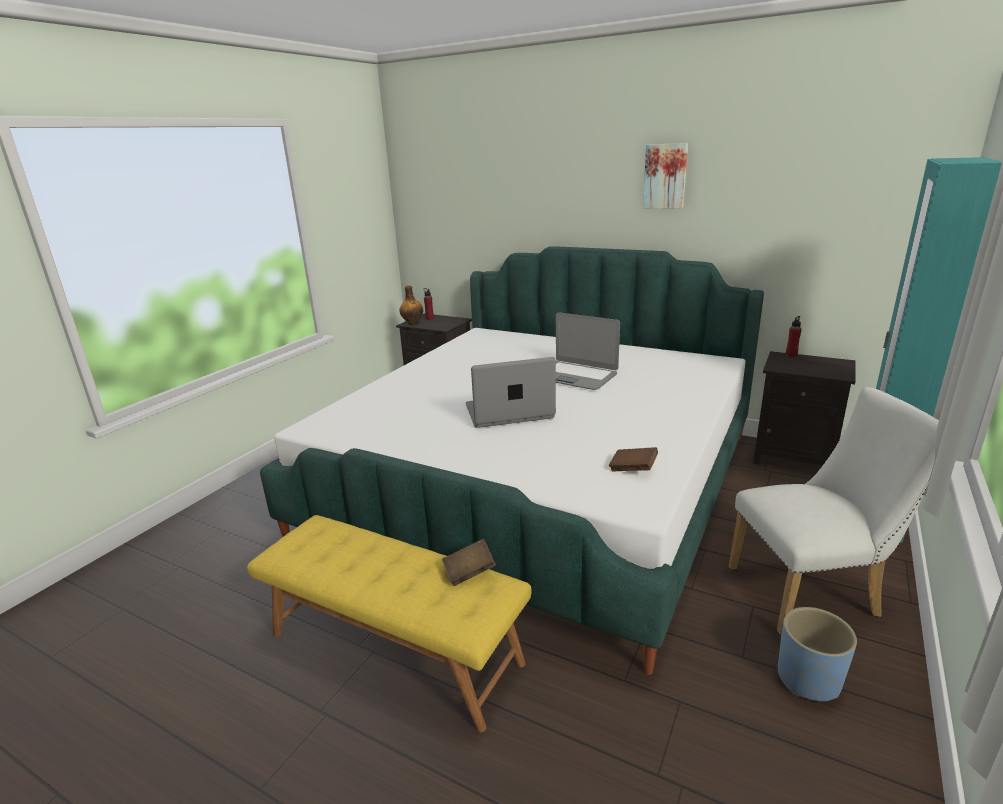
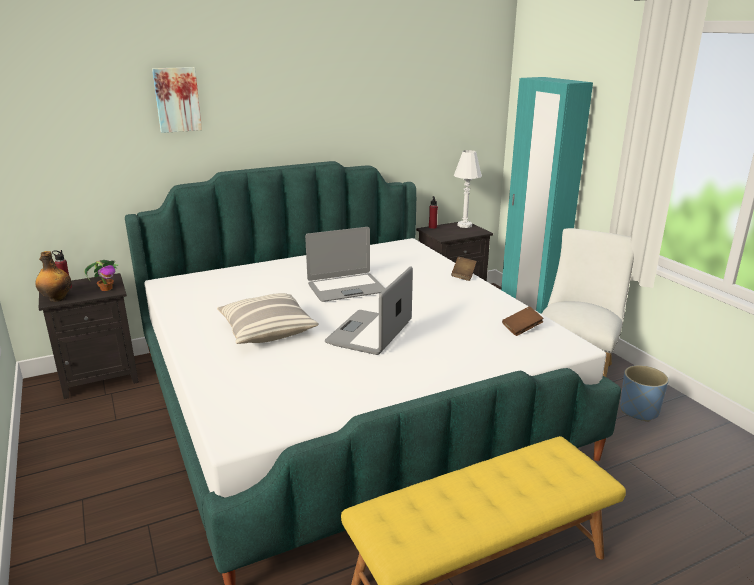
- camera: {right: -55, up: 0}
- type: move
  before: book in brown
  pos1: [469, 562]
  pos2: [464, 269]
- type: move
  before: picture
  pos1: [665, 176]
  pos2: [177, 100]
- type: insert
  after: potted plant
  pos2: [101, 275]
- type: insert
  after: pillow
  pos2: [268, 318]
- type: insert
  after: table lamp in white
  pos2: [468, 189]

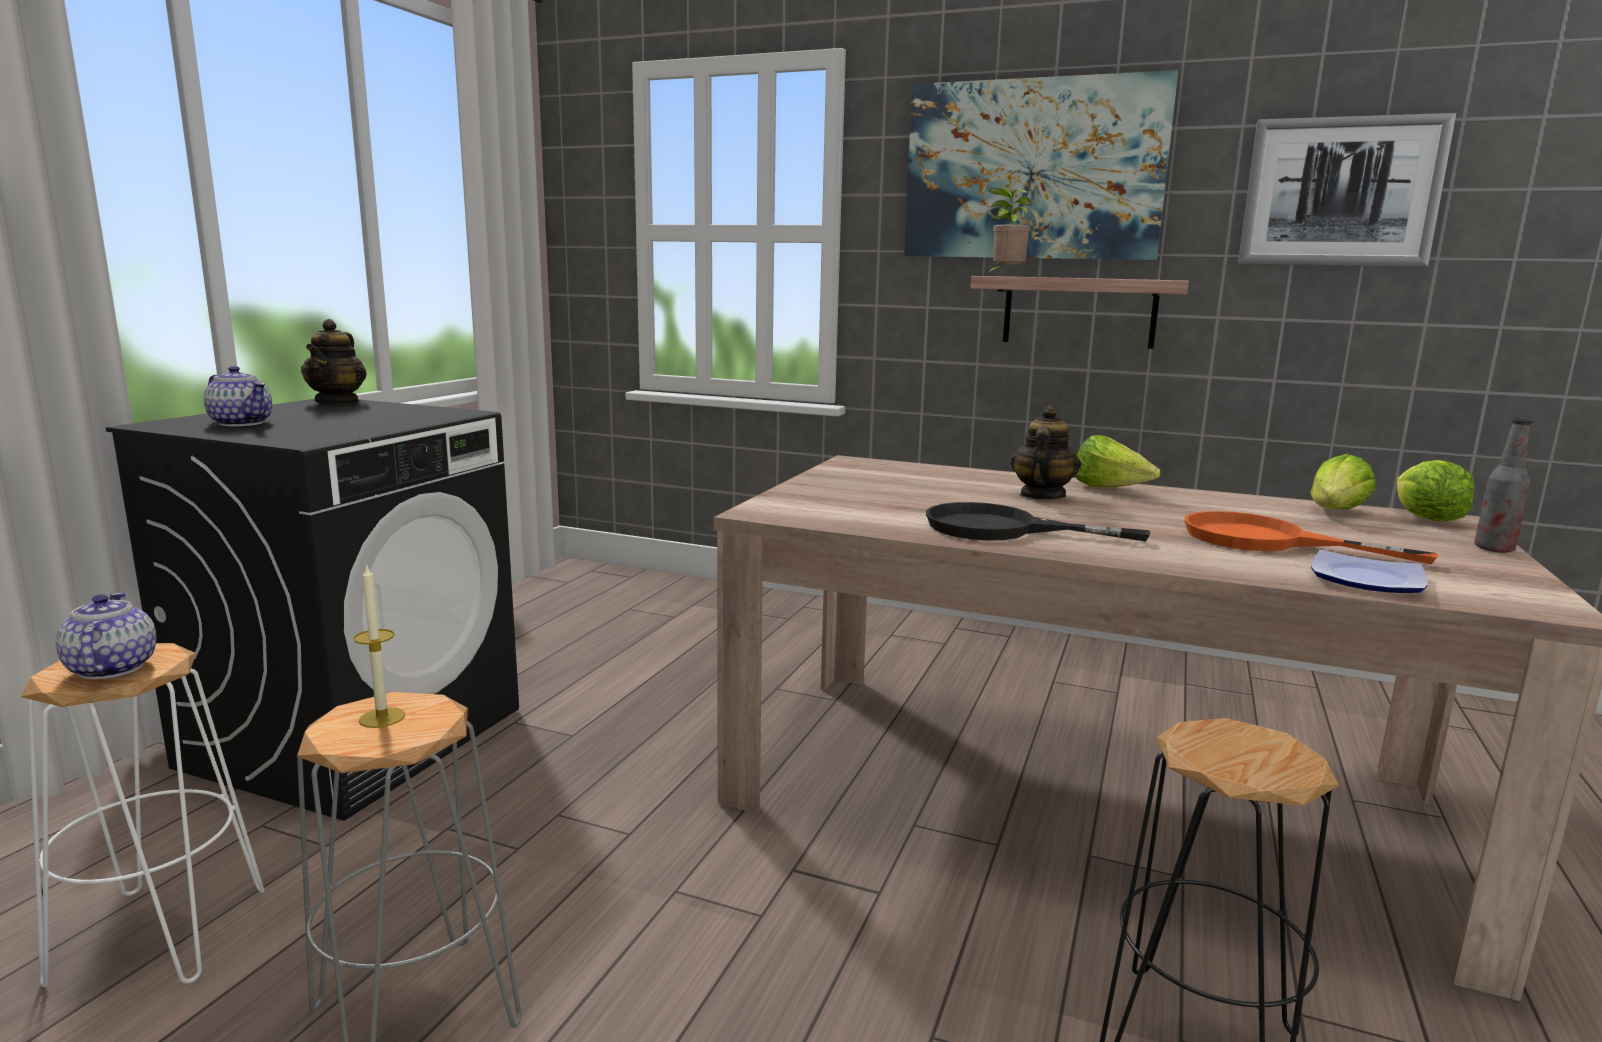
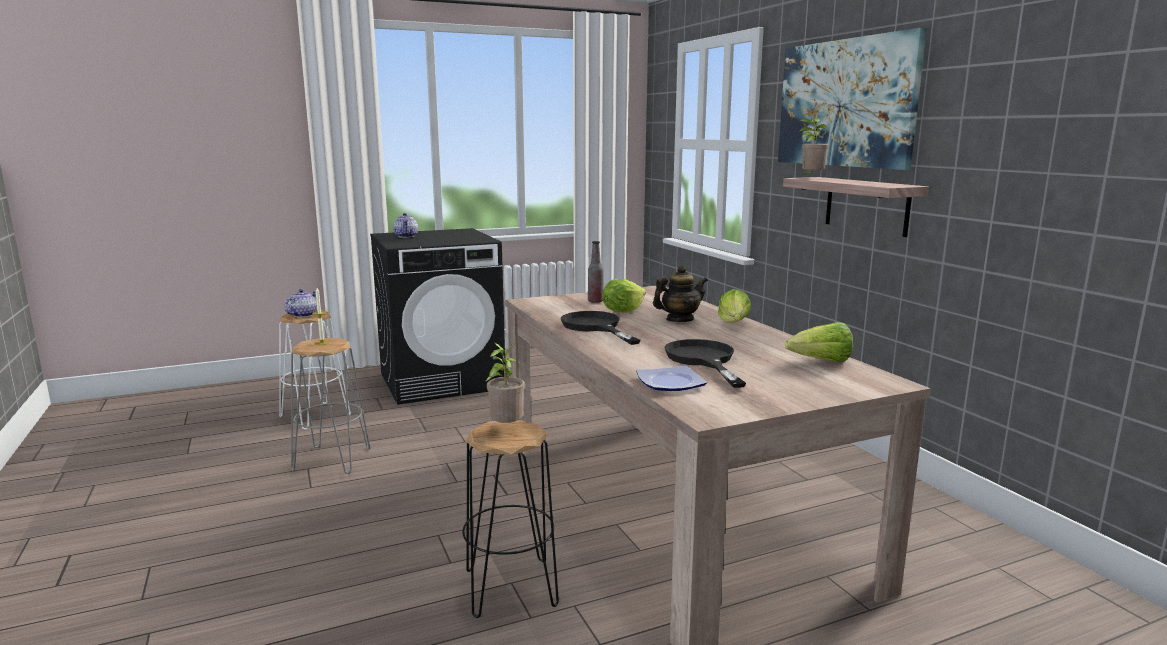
- camera: {right: 45, up: 0}
- type: delete
  before: teapot
  pos1: [334, 362]
- type: recolor
  before: frying pan in orange
  after: frying pan in black
  pos1: [1311, 537]
  pos2: [705, 363]
- type: delete
  before: picture
  pos1: [1347, 190]
- type: move
  before: lettuce
  pos1: [1435, 491]
  pos2: [624, 296]
- type: move
  before: bottle
  pos1: [1503, 485]
  pos2: [596, 272]
- type: insert
  after: potted plant
  pos2: [505, 382]

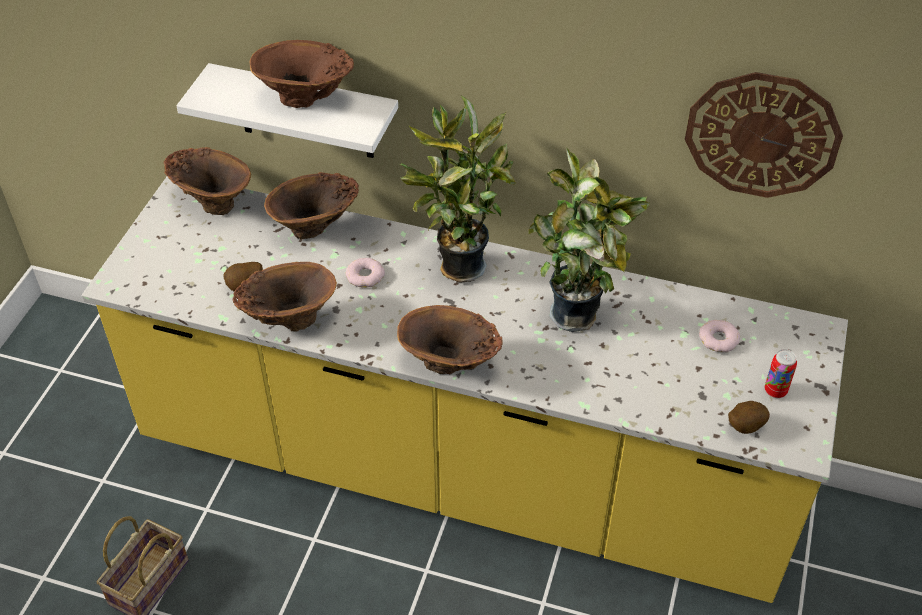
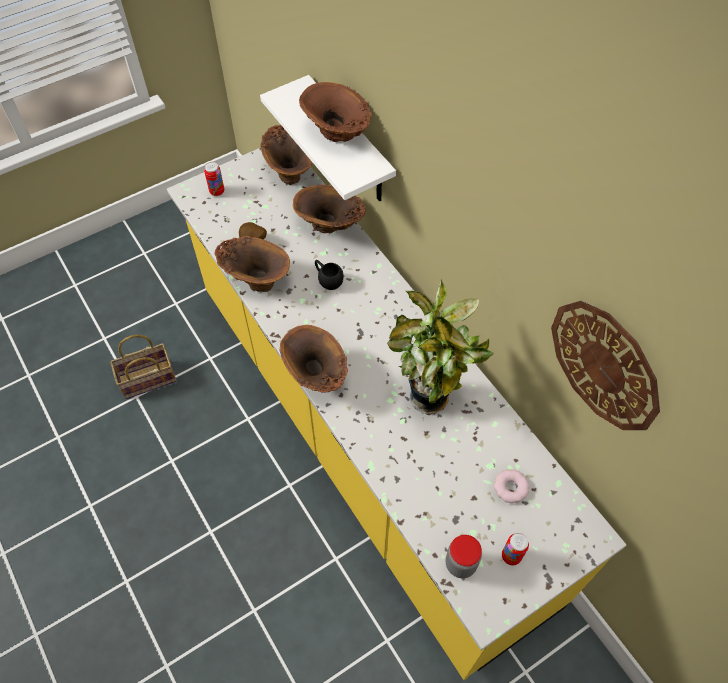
- camera: {right: 40, up: 10}
- type: replace
  before: donut
  after: mug in black
  pos1: [365, 273]
  pos2: [329, 275]
- type: delete
  before: potted plant
  pos1: [457, 189]
- type: replace
  before: potato
  after: jar
  pos1: [749, 417]
  pos2: [464, 556]
- type: insert
  after: can
  pos2: [214, 179]

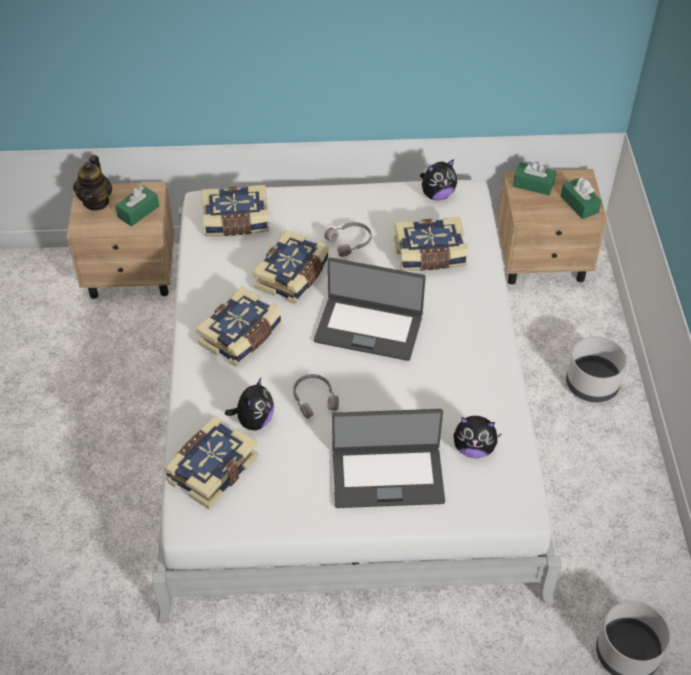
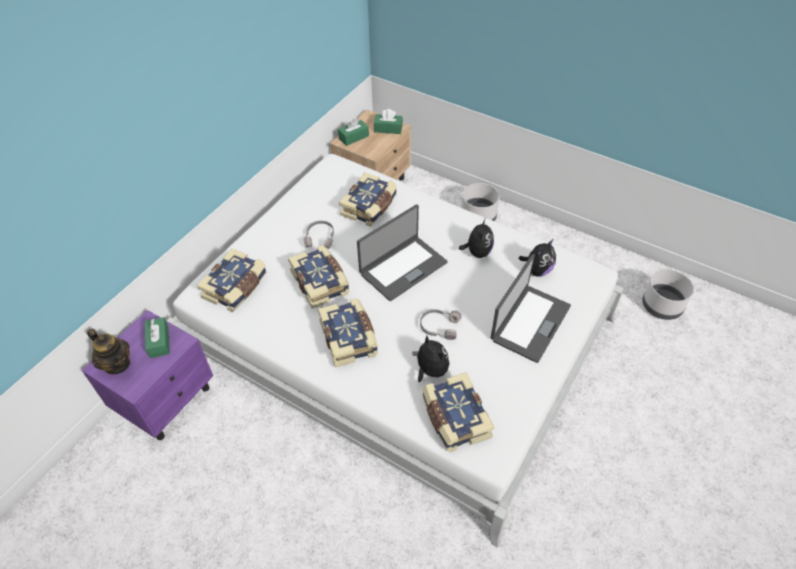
- camera: {right: -55, up: 0}
- type: recolor
  before: nightstand in beige
  after: nightstand in purple
  pos1: [120, 240]
  pos2: [147, 375]
- type: move
  before: plush toy
  pos1: [438, 179]
  pos2: [476, 238]

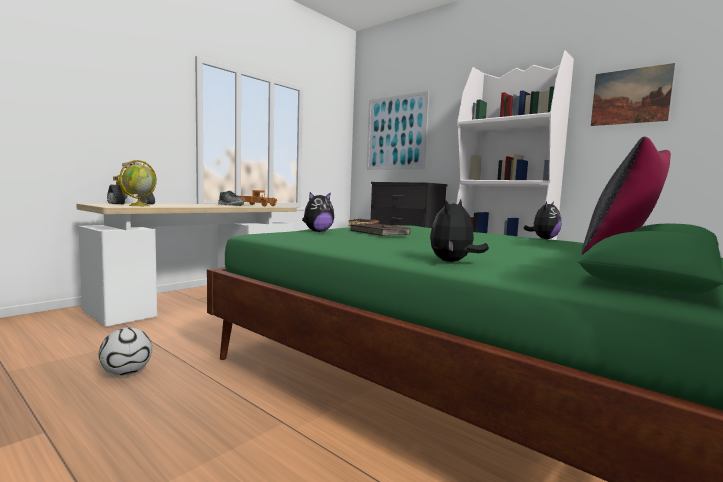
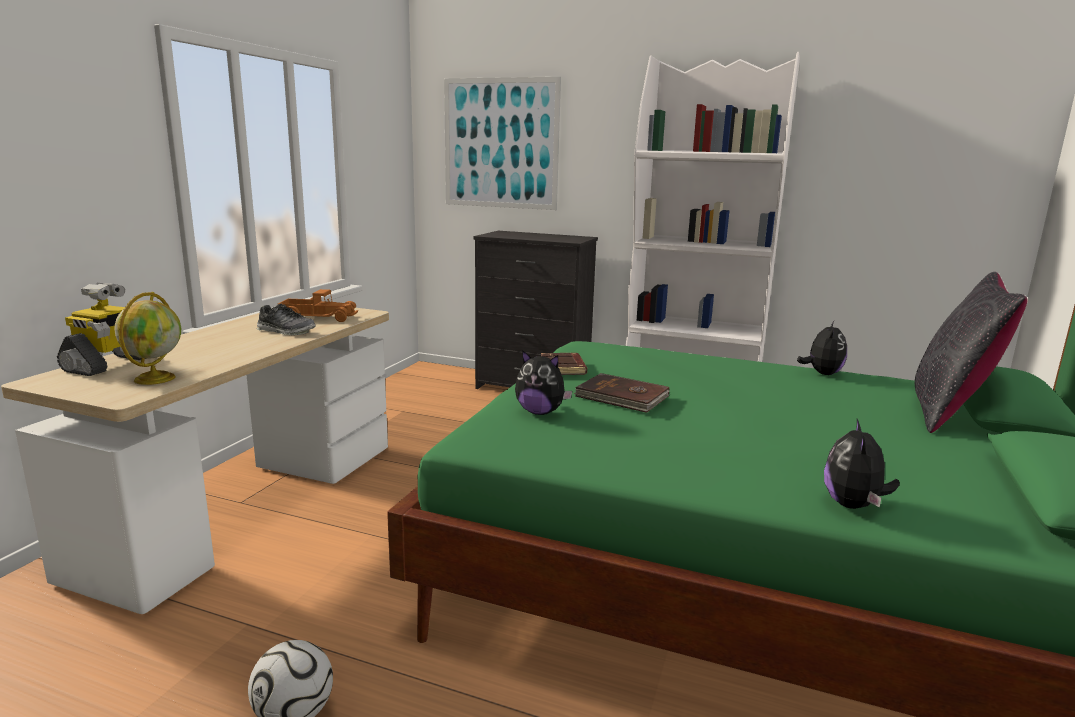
- camera: {right: -20, up: 10}
- type: rotate
  before: plush toy
  pos1: [318, 212]
  pos2: [543, 382]
  turn: 75
- type: delete
  before: picture
  pos1: [633, 94]

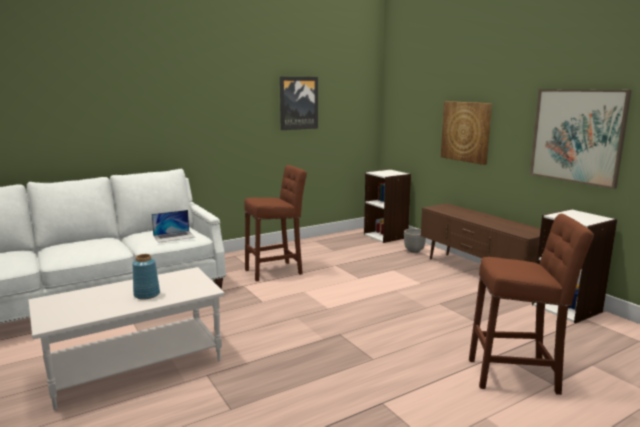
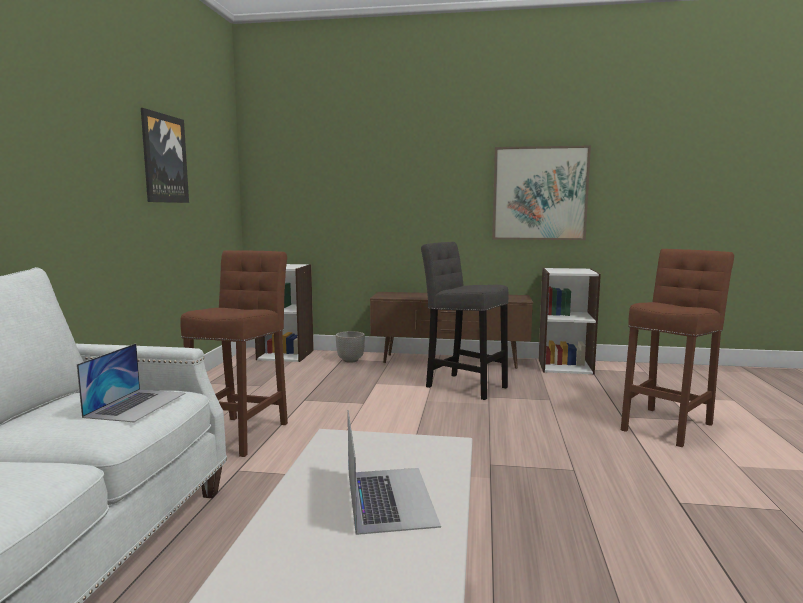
- camera: {right: -50, up: -5}
- type: replace
  before: vase in blue
  after: laptop
  pos1: [146, 277]
  pos2: [394, 472]
- type: delete
  before: picture
  pos1: [466, 133]
- type: insert
  after: stool in grey
  pos2: [465, 321]

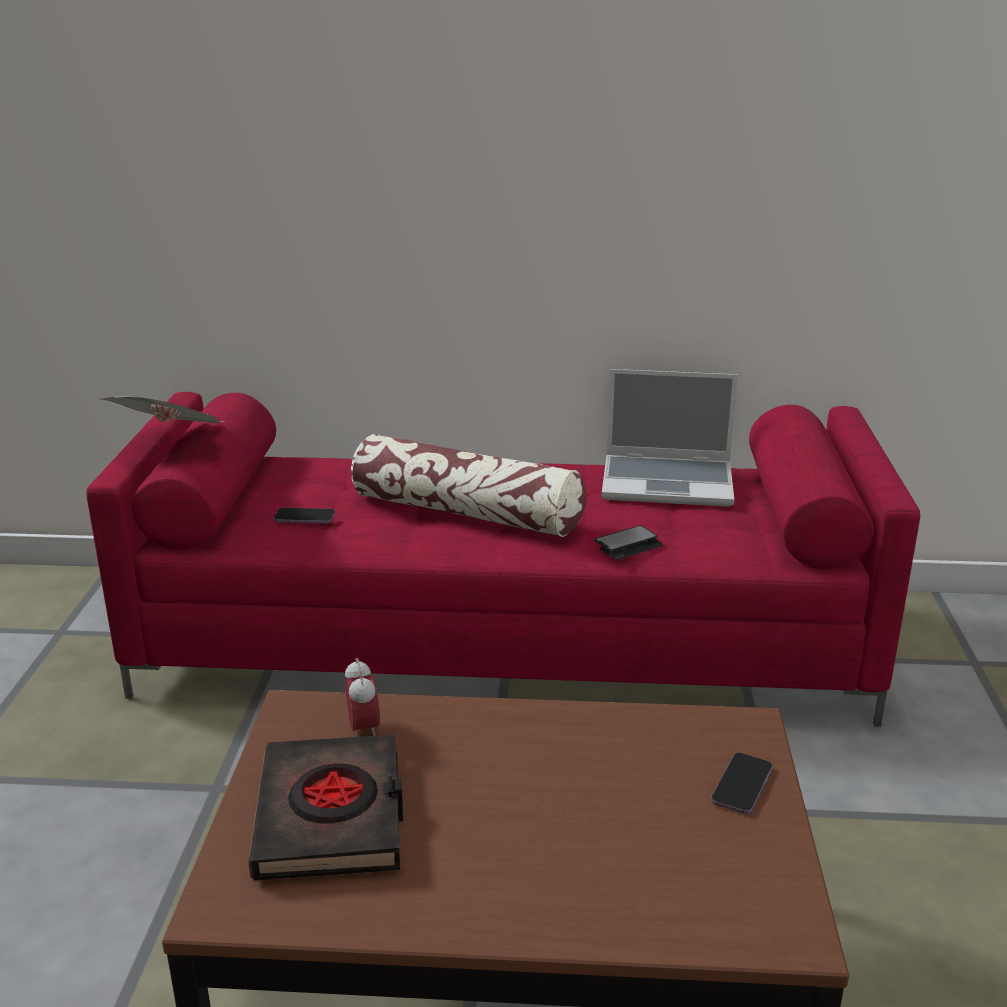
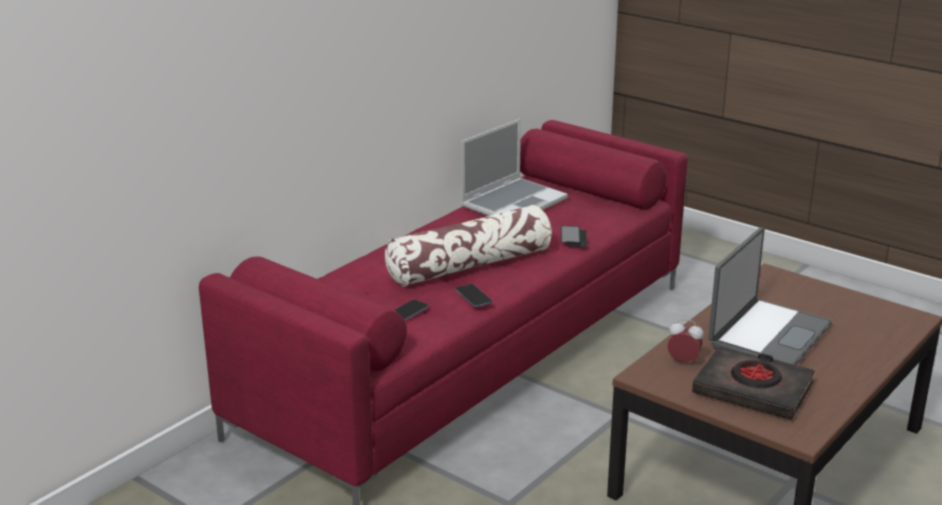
- camera: {right: -55, up: 0}
- type: delete
  before: newspaper
  pos1: [163, 409]
- type: move
  before: phone
  pos1: [742, 783]
  pos2: [473, 295]
- type: insert
  after: laptop
  pos2: [770, 296]

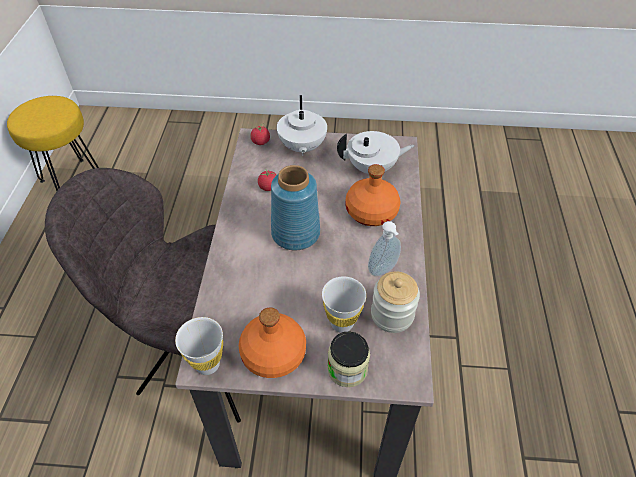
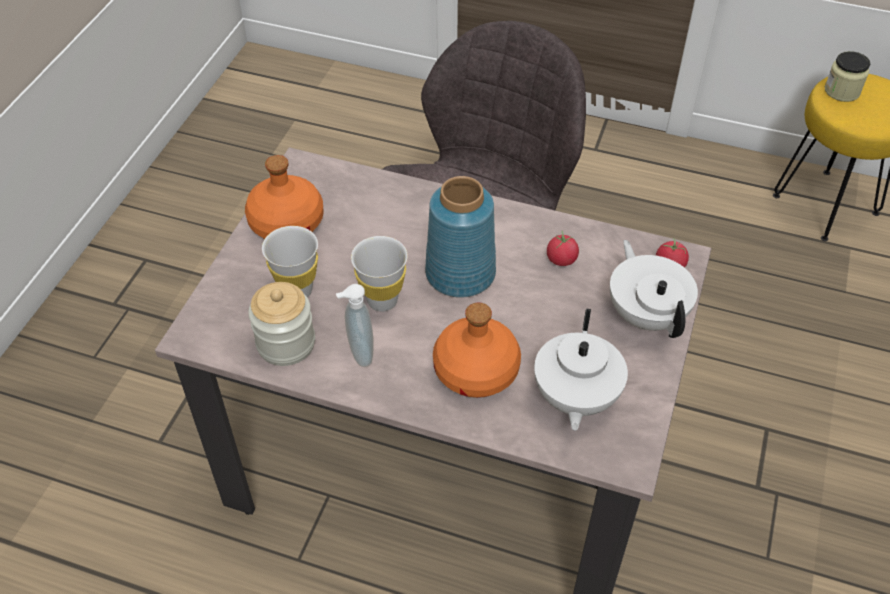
- camera: {right: 105, up: 0}
- type: move
  before: cup in white
  pos1: [199, 346]
  pos2: [379, 274]
- type: rotate
  before: teapot in white
  pos1: [302, 125]
  pos2: [654, 289]
  turn: 60
- type: move
  before: jar
  pos1: [348, 359]
  pos2: [847, 76]

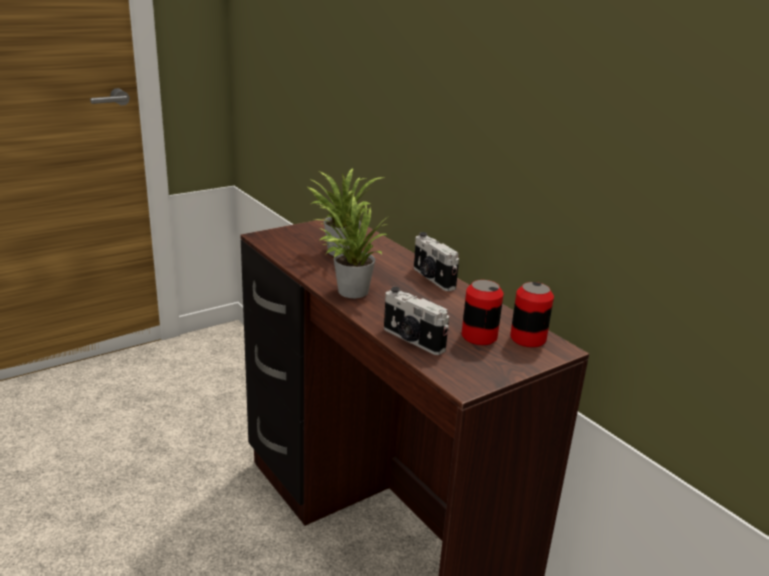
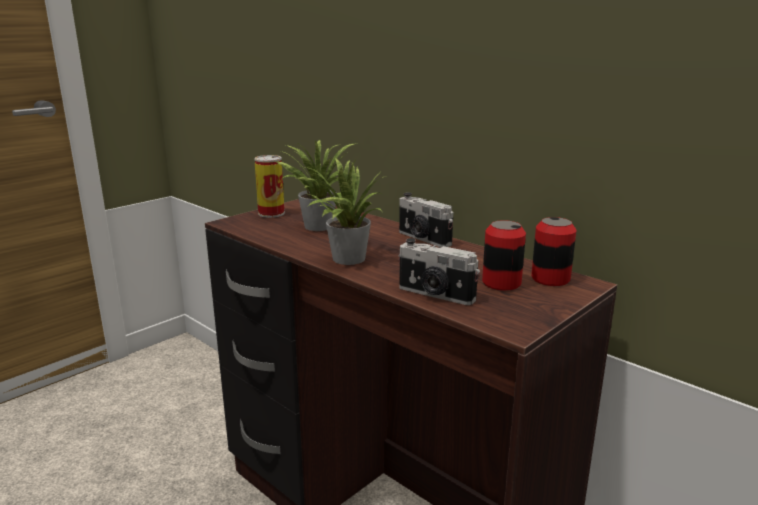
- camera: {right: -10, up: -5}
- type: insert
  after: can
  pos2: [269, 186]

